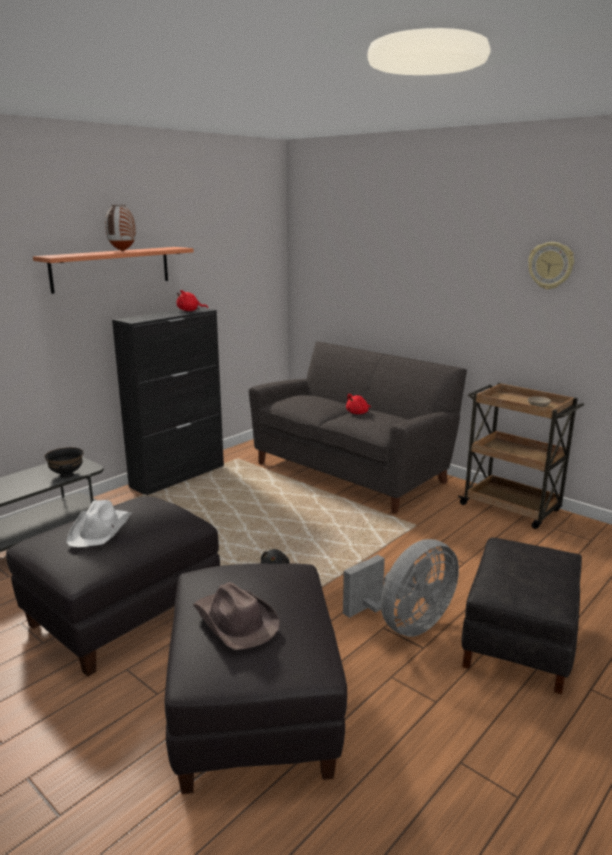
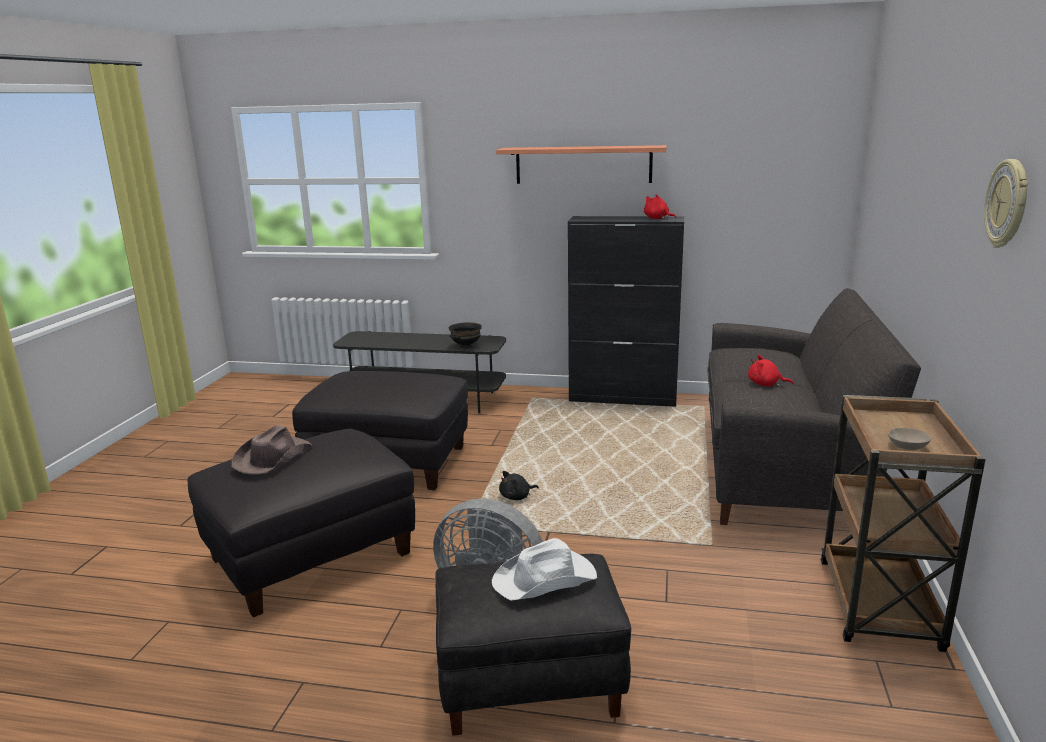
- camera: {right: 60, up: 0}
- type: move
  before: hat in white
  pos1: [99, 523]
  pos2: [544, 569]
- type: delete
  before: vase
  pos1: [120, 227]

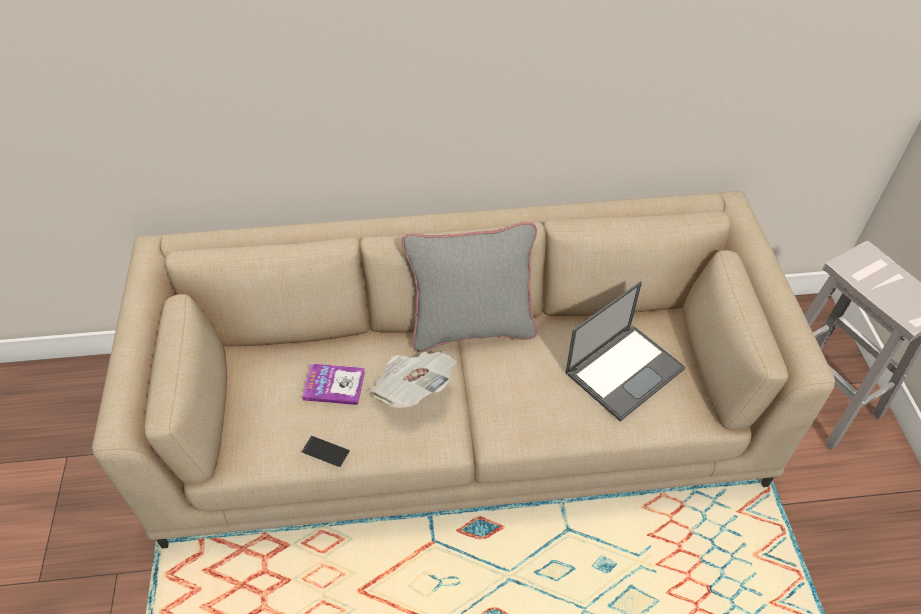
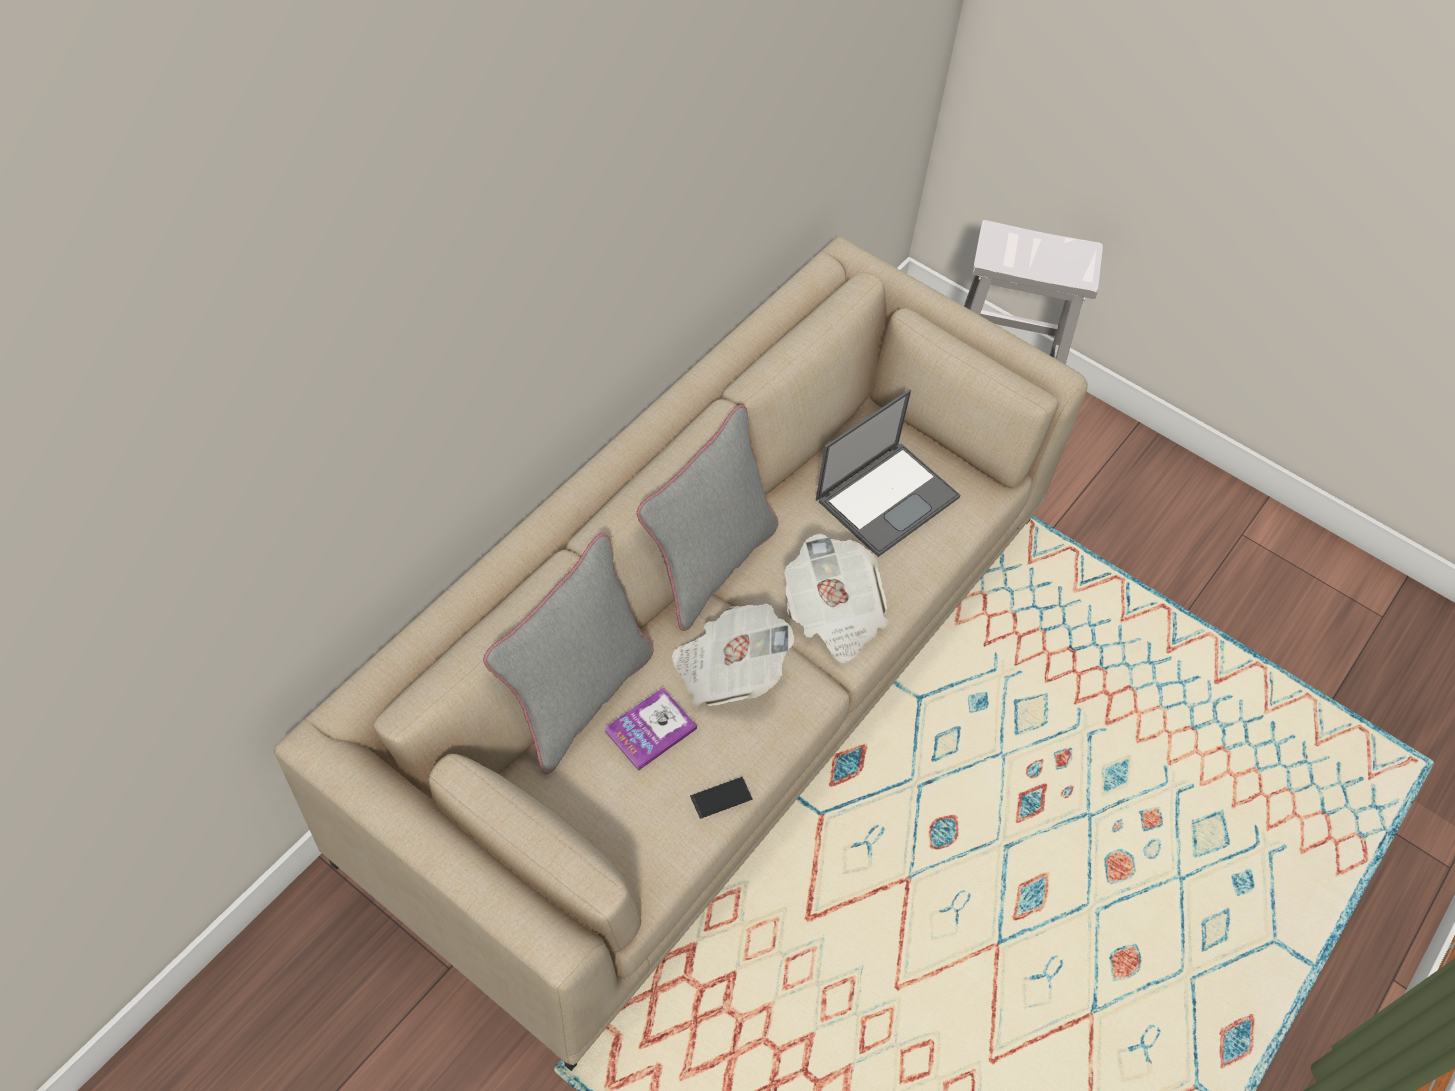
- camera: {right: -50, up: 5}
- type: rotate
  before: laptop
  pos1: [625, 351]
  pos2: [888, 473]
  turn: 45
- type: insert
  after: pillow in grey
  pos2: [568, 653]
- type: insert
  after: newspaper
  pos2: [837, 598]

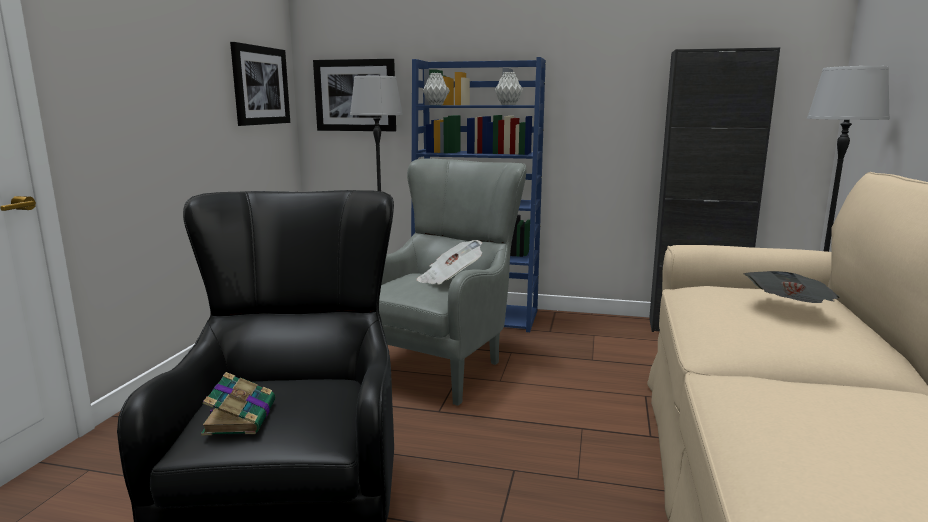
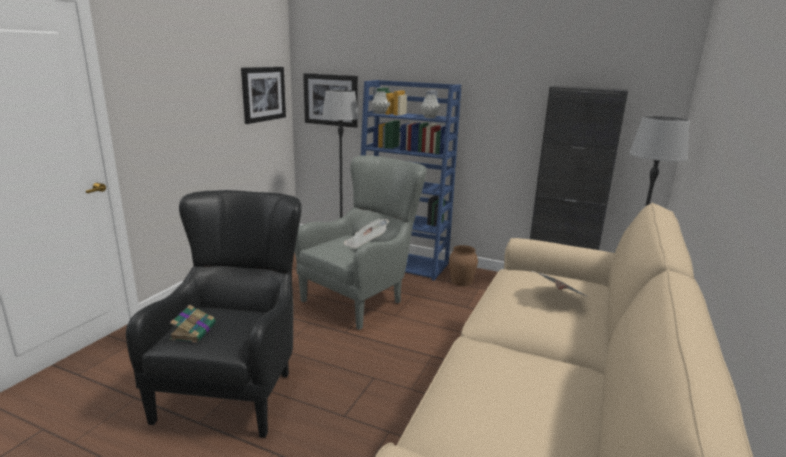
- camera: {right: 10, up: 5}
- type: insert
  after: vase in brown
  pos2: [463, 265]

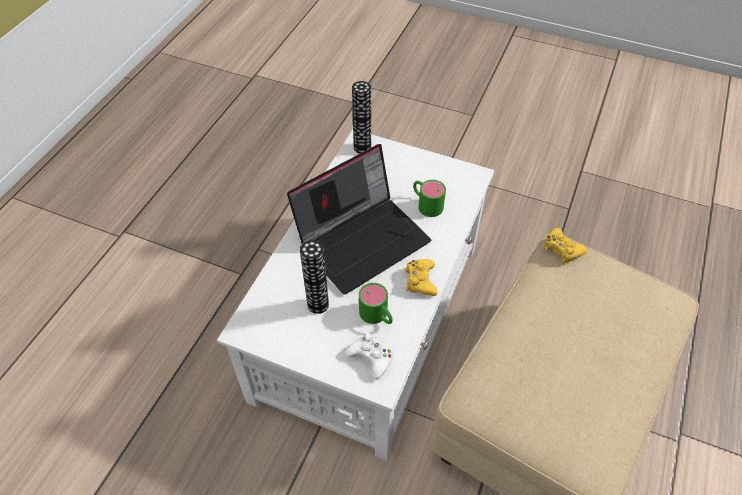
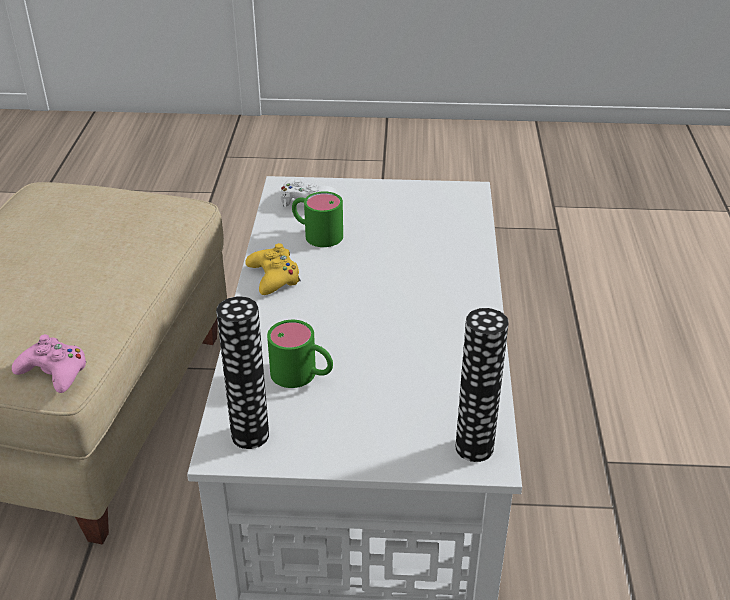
- camera: {right: 160, up: -15}
- type: delete
  before: laptop
  pos1: [359, 219]
- type: move
  before: vase
  pos1: [314, 277]
  pos2: [242, 372]
- type: recolor
  before: game controller in yellow
  after: game controller in pink
  pos1: [565, 245]
  pos2: [49, 363]

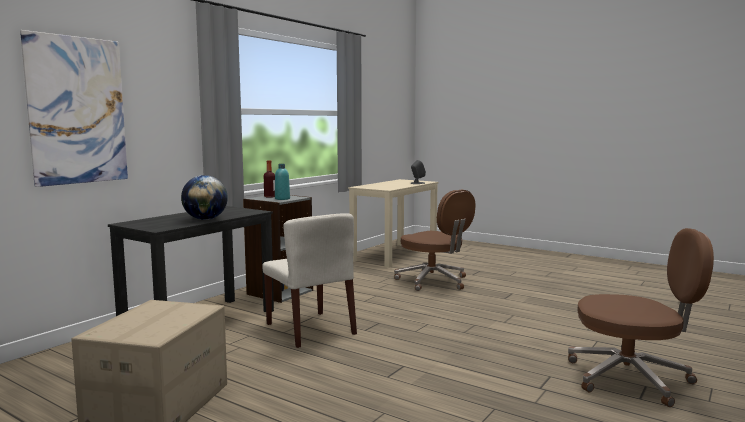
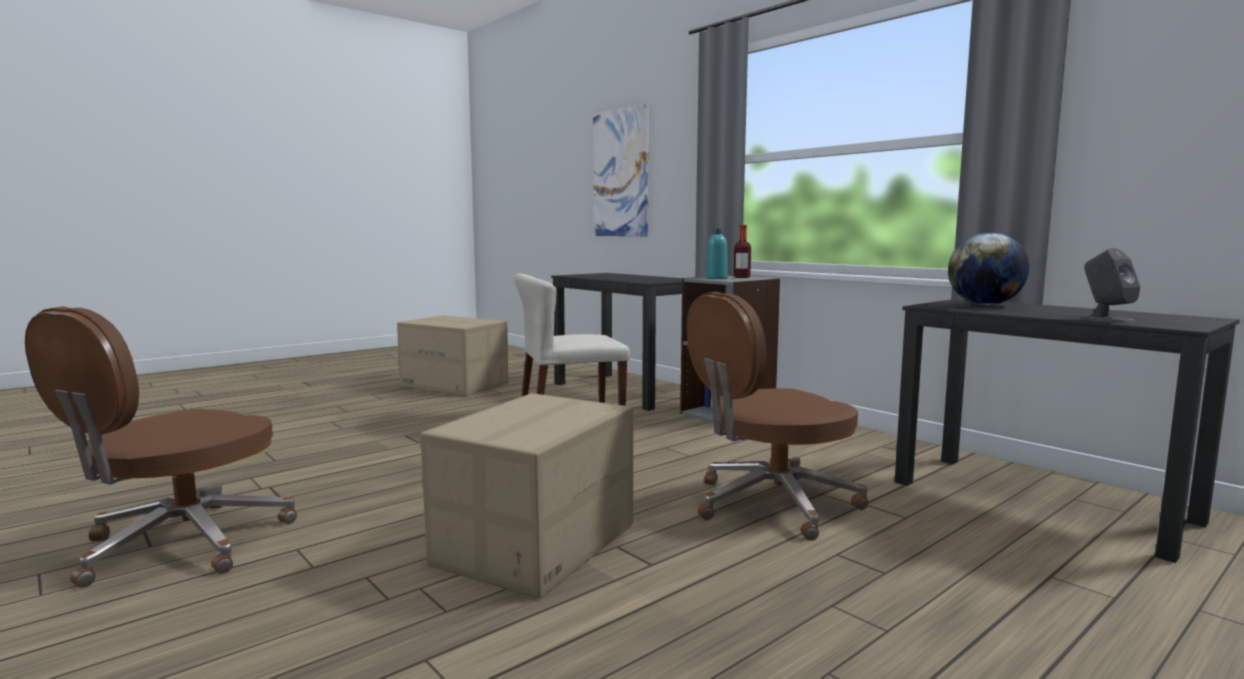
- camera: {right: 105, up: 0}
- type: move
  before: globe
  pos1: [204, 197]
  pos2: [988, 268]
- type: recolor
  before: desk in beige
  after: desk in black
  pos1: [393, 223]
  pos2: [1067, 431]
- type: insert
  after: cardboard box
  pos2: [526, 496]

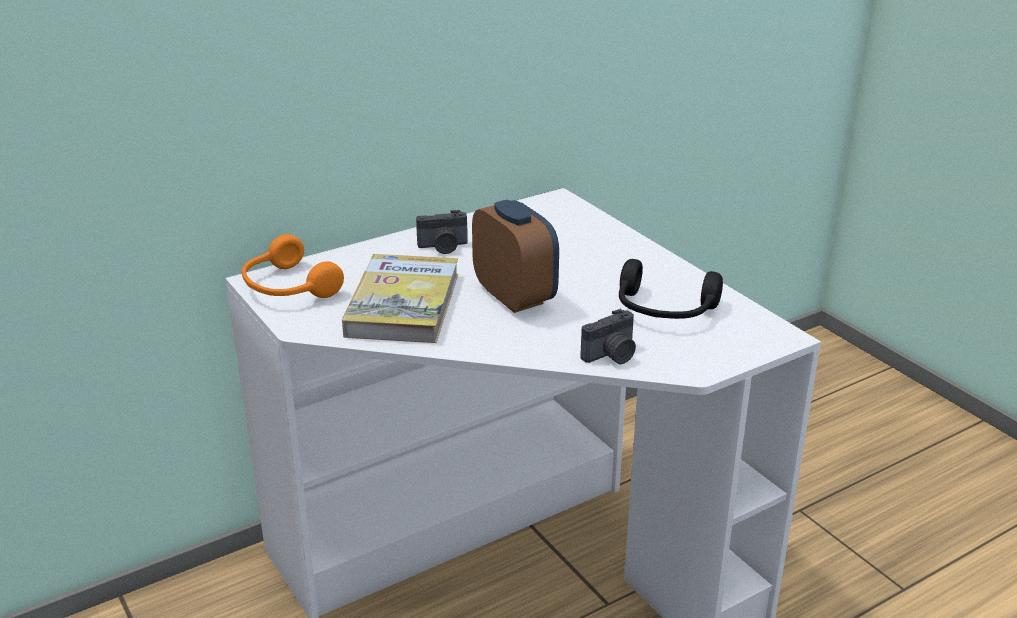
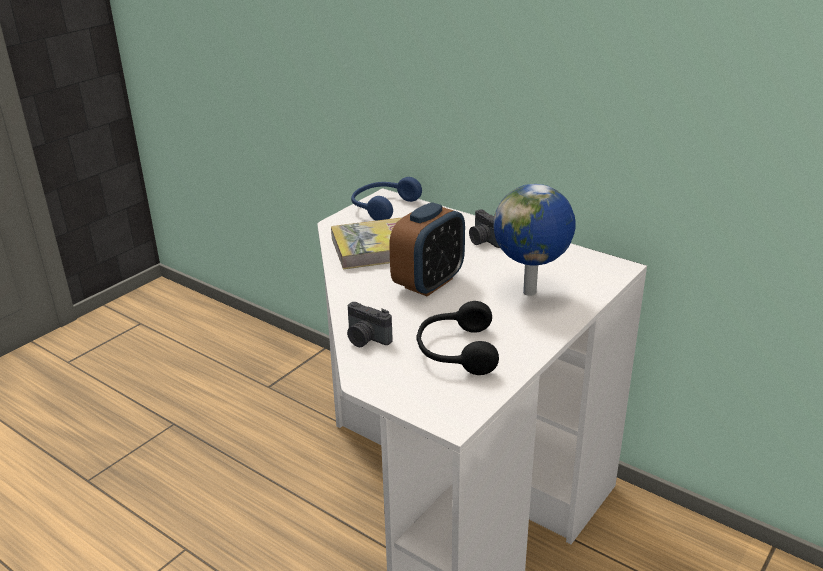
- camera: {right: 70, up: 0}
- type: recolor
  before: headphones in orange
  after: headphones in blue
  pos1: [293, 266]
  pos2: [386, 199]
- type: insert
  after: globe
  pos2: [534, 240]

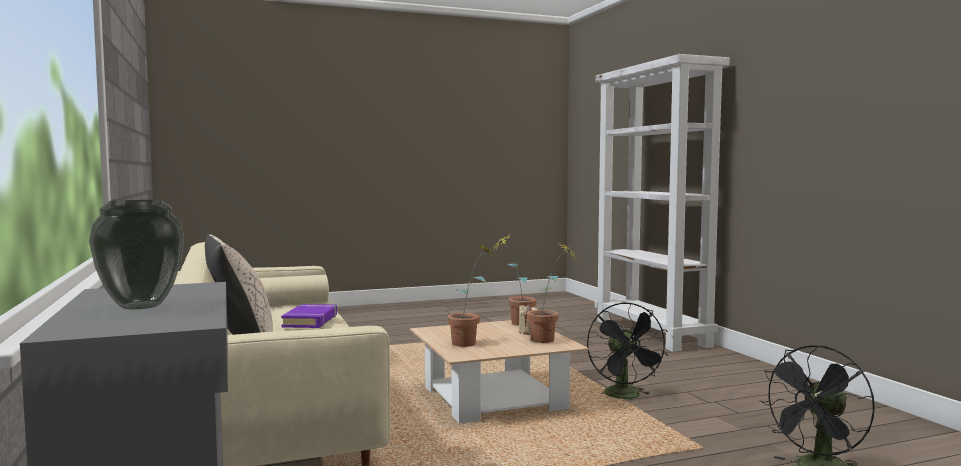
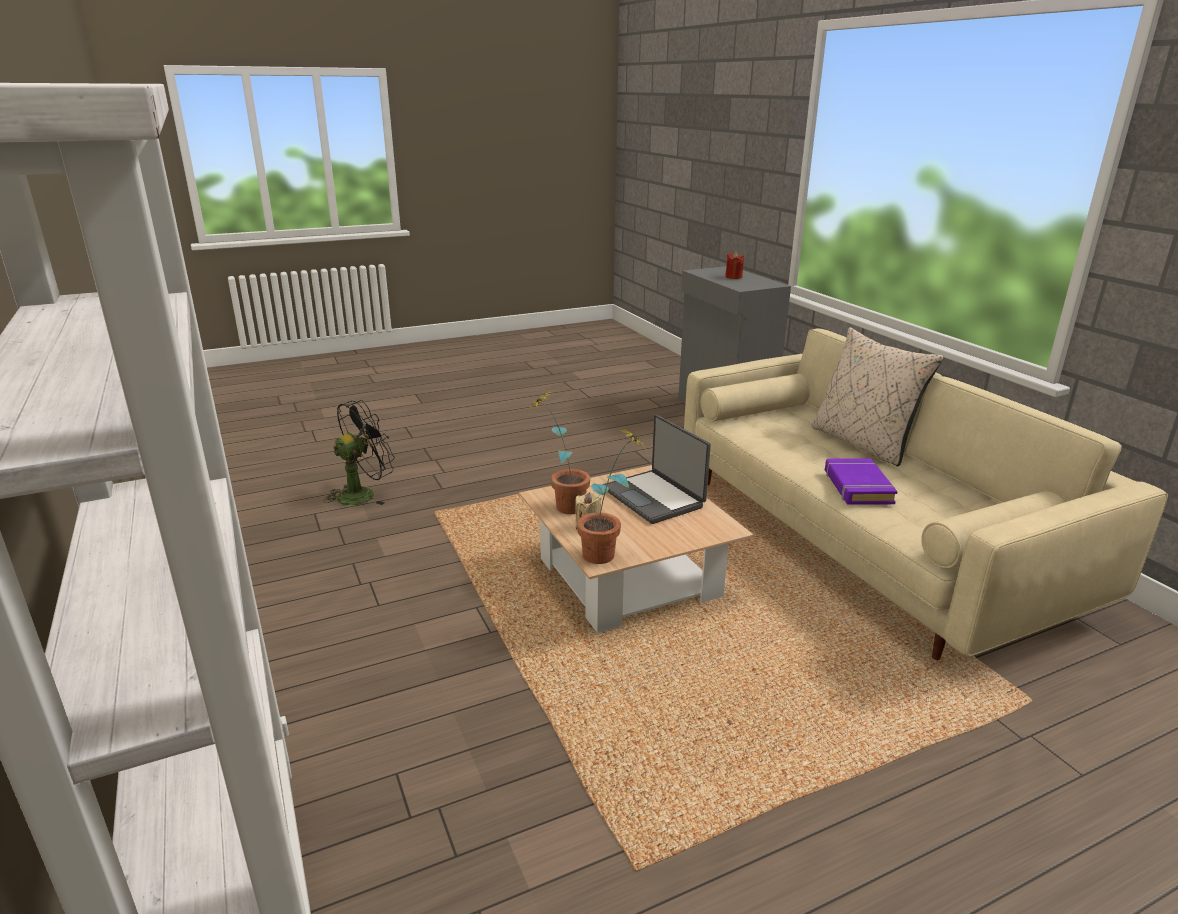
- camera: {right: 175, up: 20}
- type: replace
  before: vase
  after: candle in red
  pos1: [136, 255]
  pos2: [734, 265]
- type: replace
  before: potted plant
  after: laptop
  pos1: [471, 295]
  pos2: [657, 469]
- type: delete
  before: fan in black
  pos1: [627, 350]

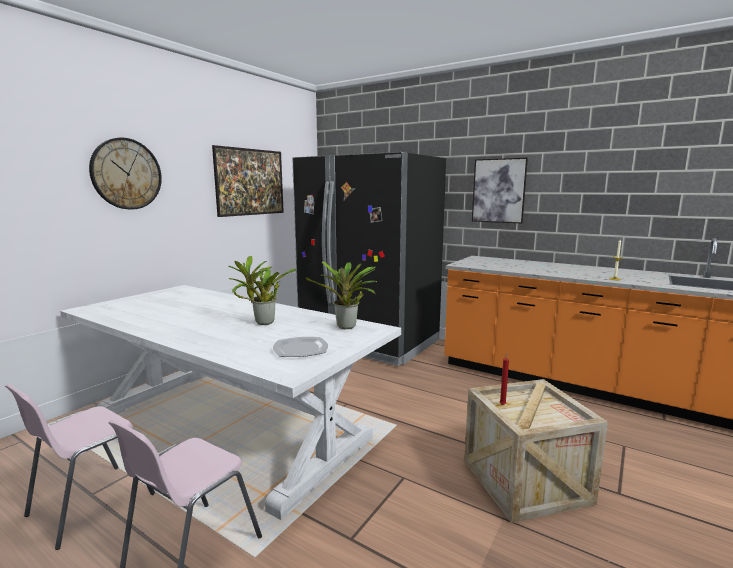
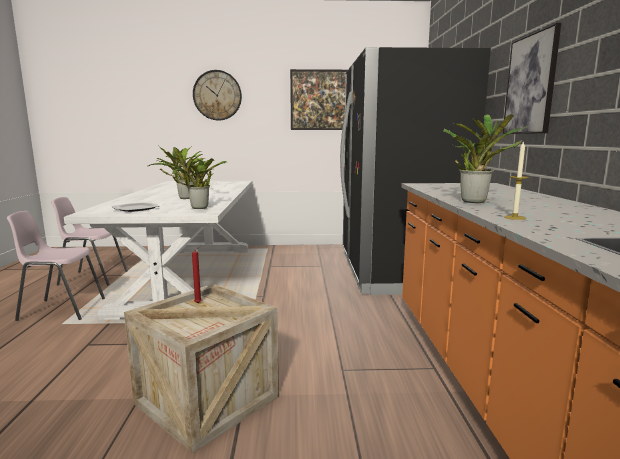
- camera: {right: 55, up: 0}
- type: insert
  after: potted plant
  pos2: [485, 158]

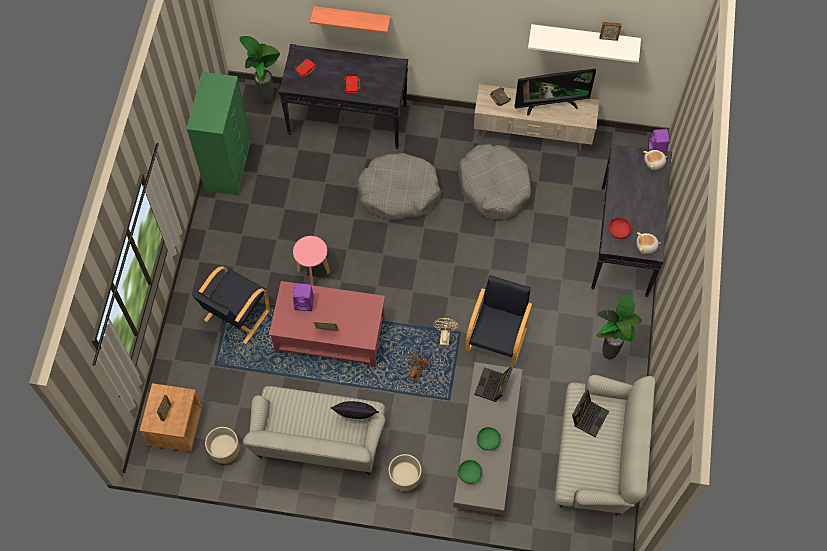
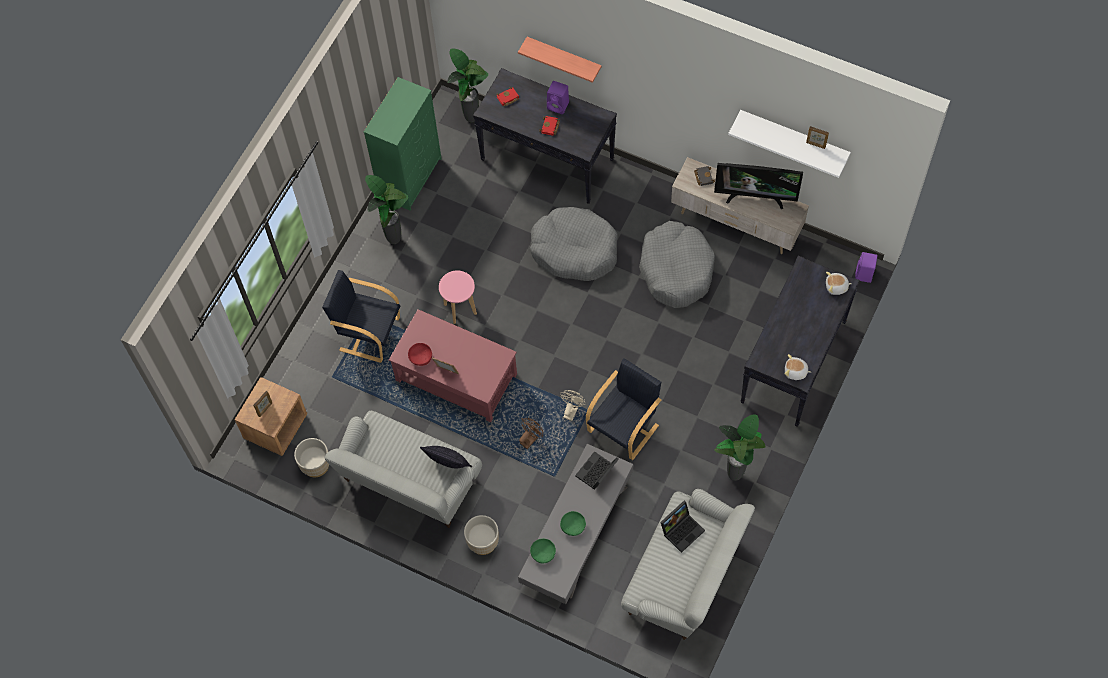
- camera: {right: 20, up: 0}
- type: rotate
  before: armchair in black
  pos1: [231, 305]
  pos2: [361, 316]
  turn: 60
- type: move
  before: speaker in purple
  pos1: [303, 297]
  pos2: [558, 97]
- type: move
  before: bowl in red
  pos1: [620, 228]
  pos2: [420, 354]
- type: insert
  after: potted plant
  pos2: [386, 209]

